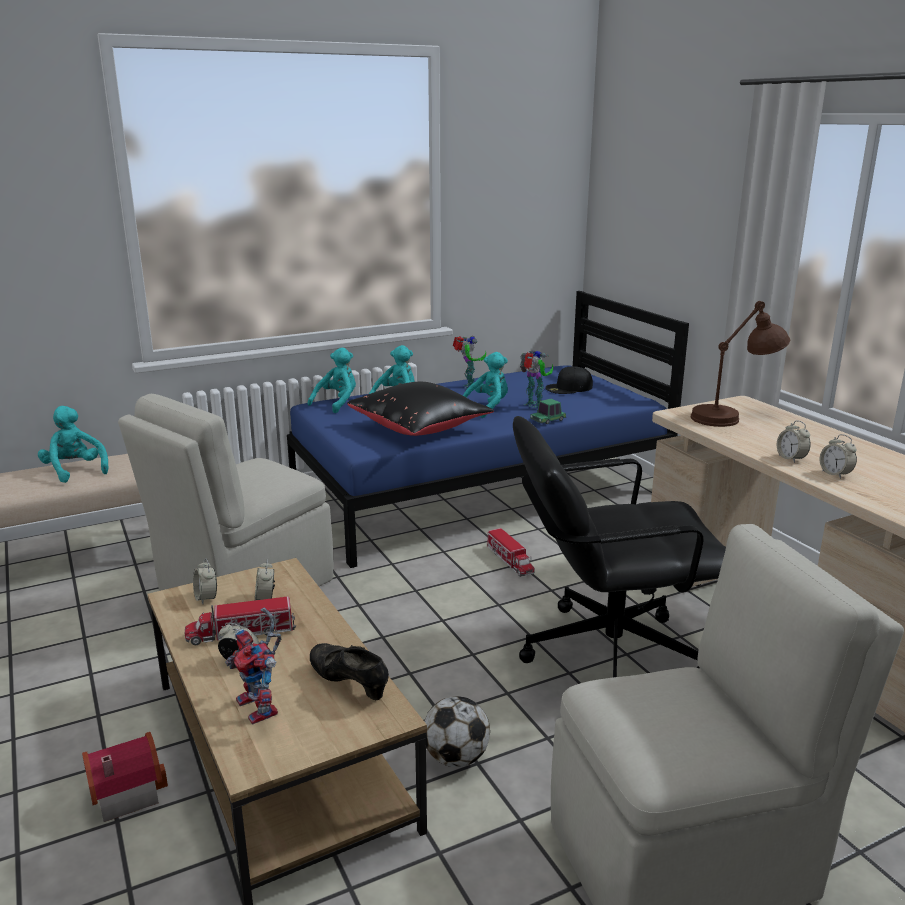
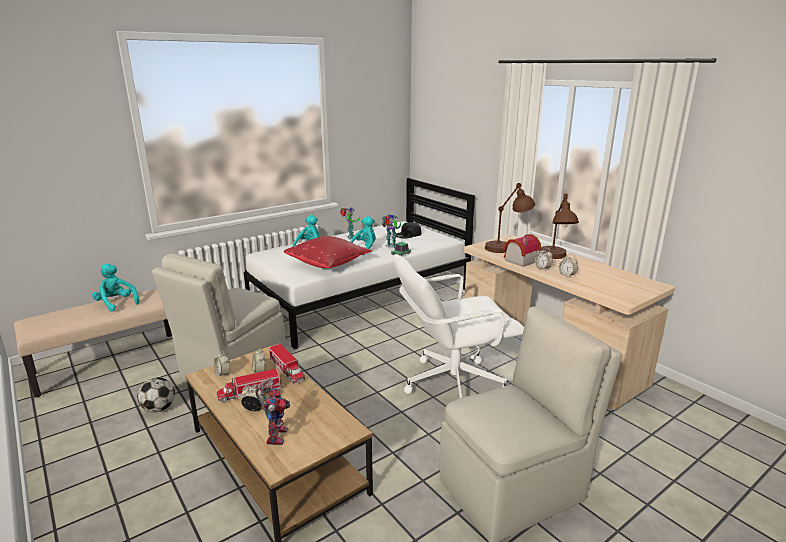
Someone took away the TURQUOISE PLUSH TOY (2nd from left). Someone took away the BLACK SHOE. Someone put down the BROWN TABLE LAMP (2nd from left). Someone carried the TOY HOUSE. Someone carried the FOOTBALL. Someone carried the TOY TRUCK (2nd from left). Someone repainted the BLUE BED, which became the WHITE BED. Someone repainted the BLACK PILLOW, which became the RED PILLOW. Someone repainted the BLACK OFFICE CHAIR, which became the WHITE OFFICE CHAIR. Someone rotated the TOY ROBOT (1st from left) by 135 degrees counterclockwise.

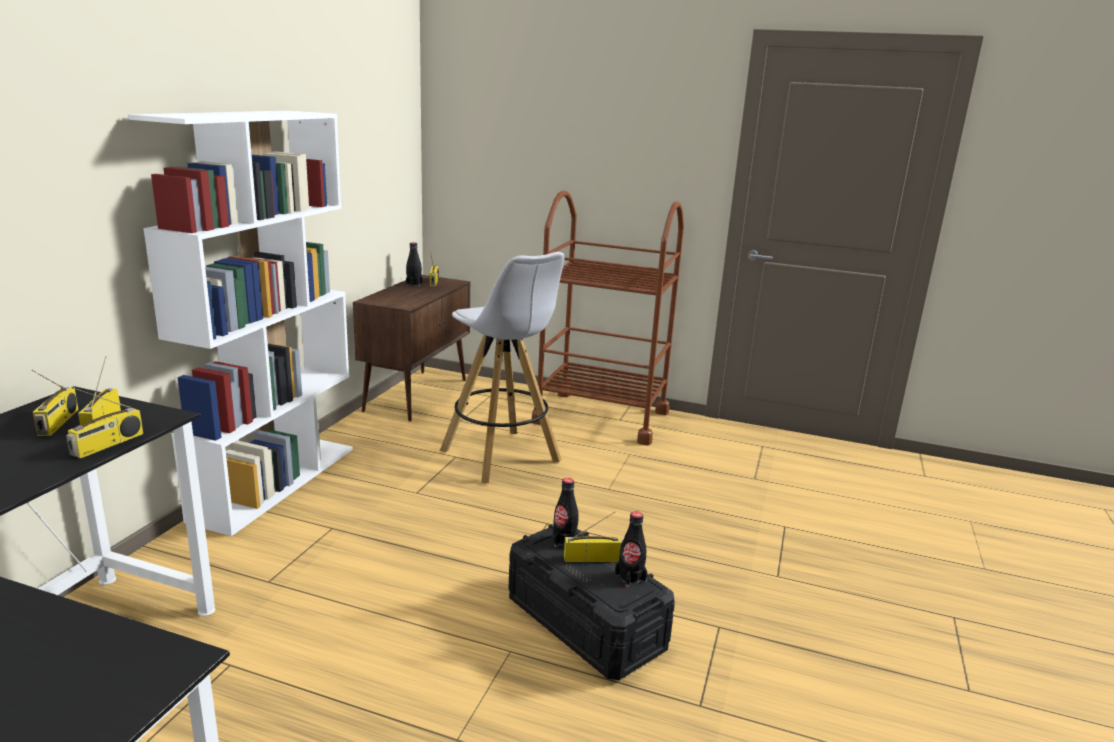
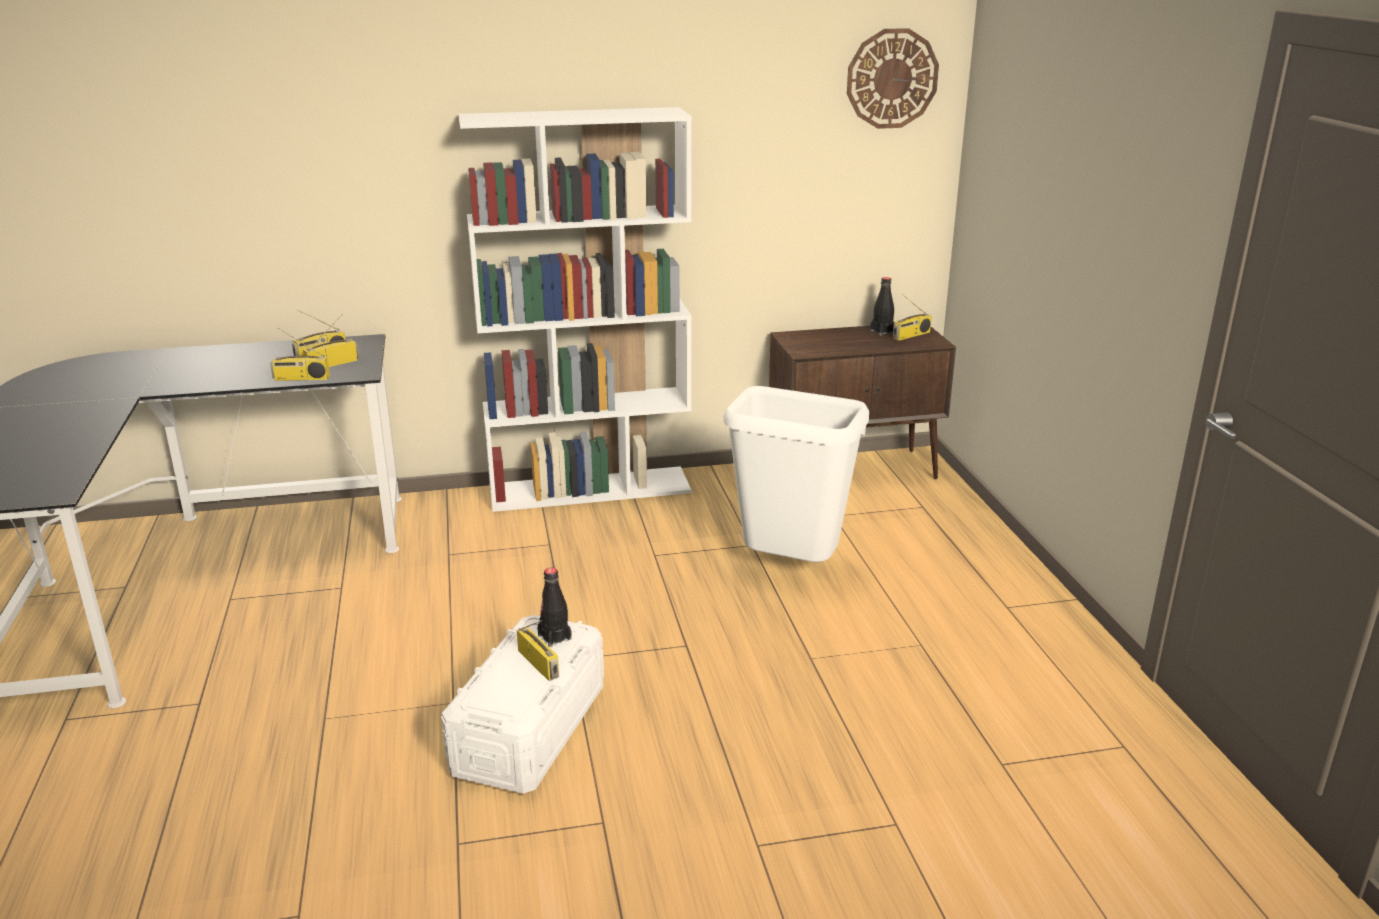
Someone took away the BROWN CART. Someone took away the BLACK BOTTLE (3rd from left). Someone put up the WALL CLOCK. Someone swapped the WHITE STOOL for the WHITE TRASH CAN. Someone repainted the BLACK STORAGE BOX, which became the WHITE STORAGE BOX.

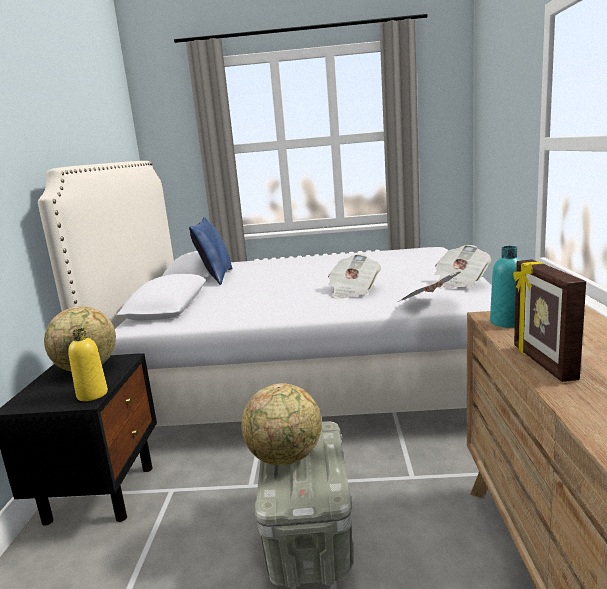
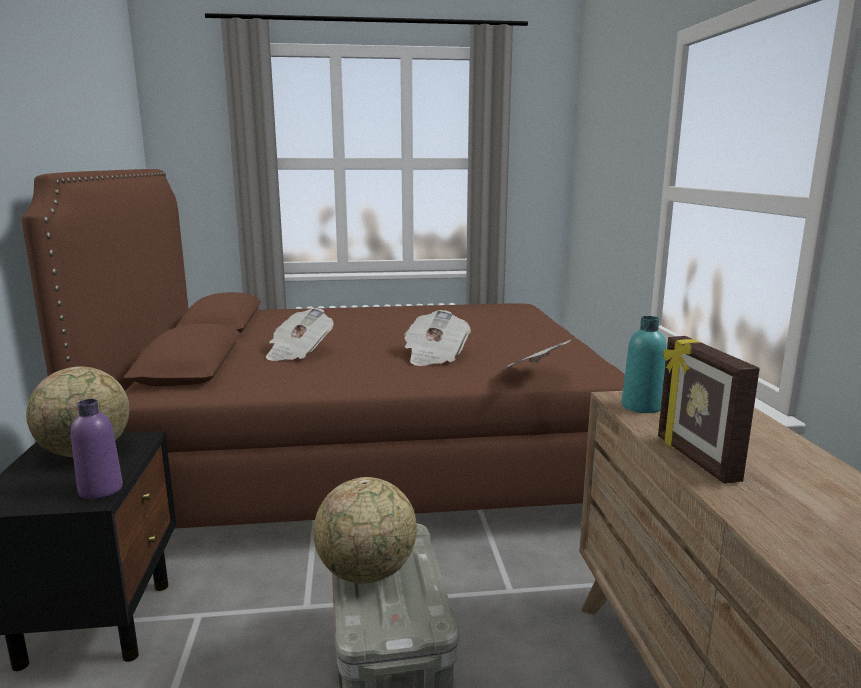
Someone took away the BLUE PILLOW. Someone carried the NEWSPAPER (3rd from left in the first image). Someone repainted the WHITE BED, which became the BROWN BED. Someone repainted the YELLOW BOTTLE, which became the PURPLE BOTTLE.

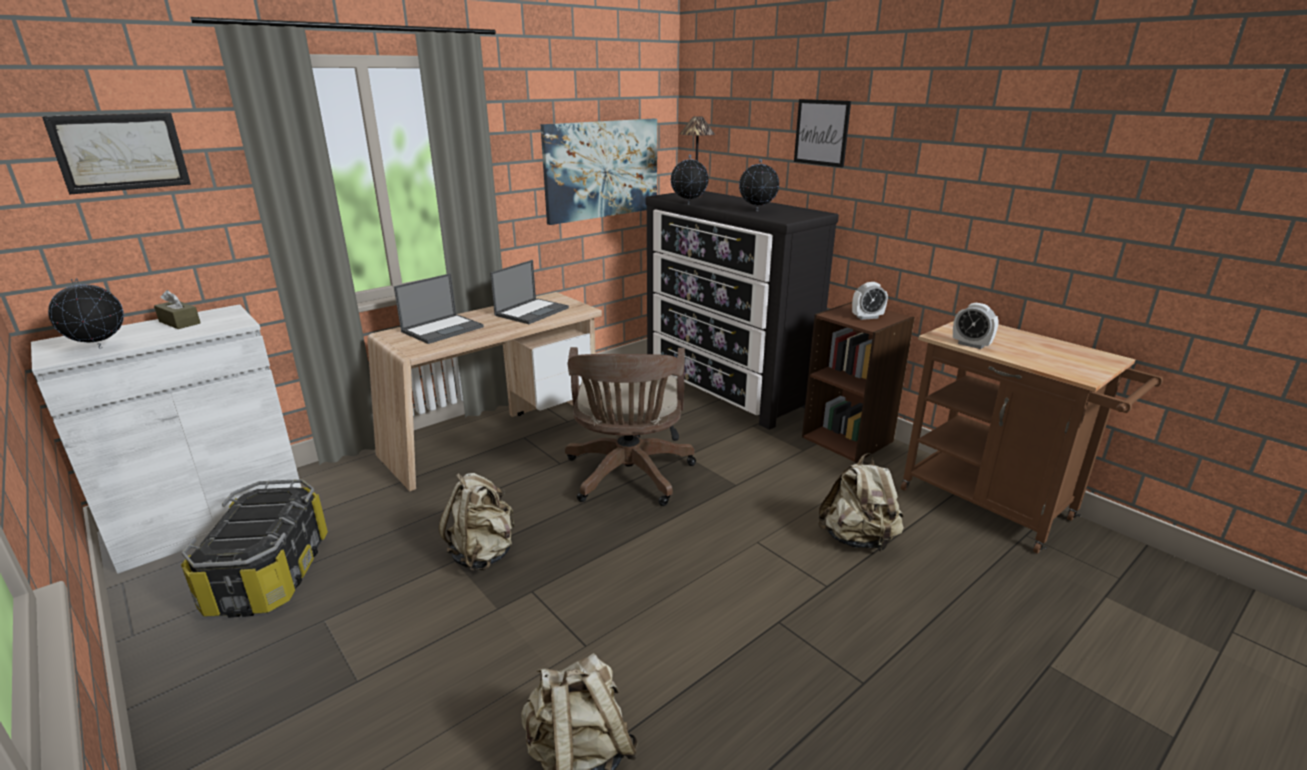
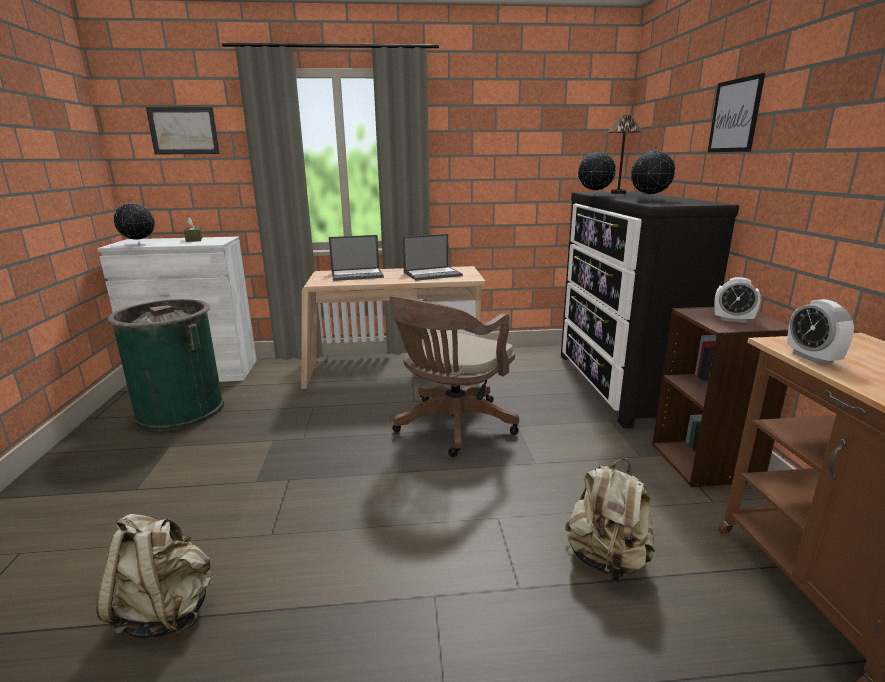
Someone took away the BEIGE BACKPACK (1st from left). Someone took away the PICTURE (2nd from left). Someone swapped the STORAGE BOX for the GREEN TRASH CAN.

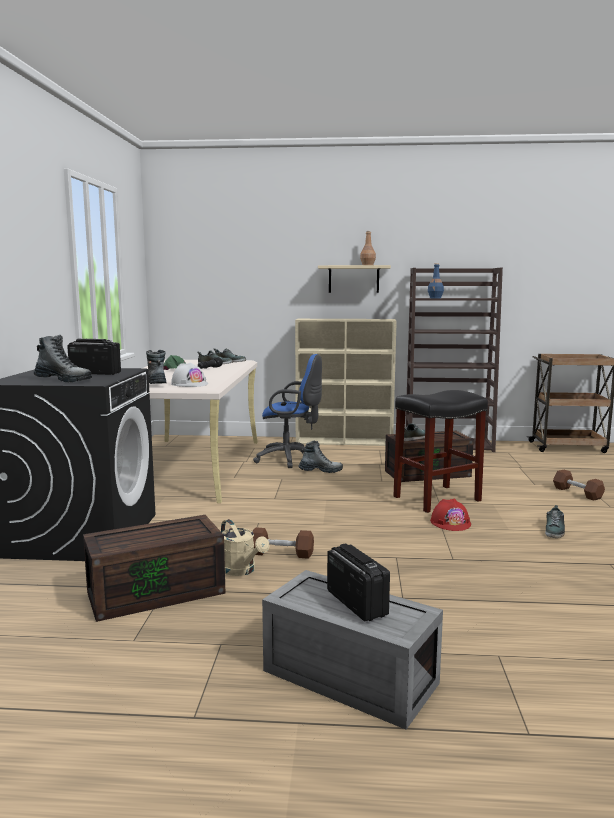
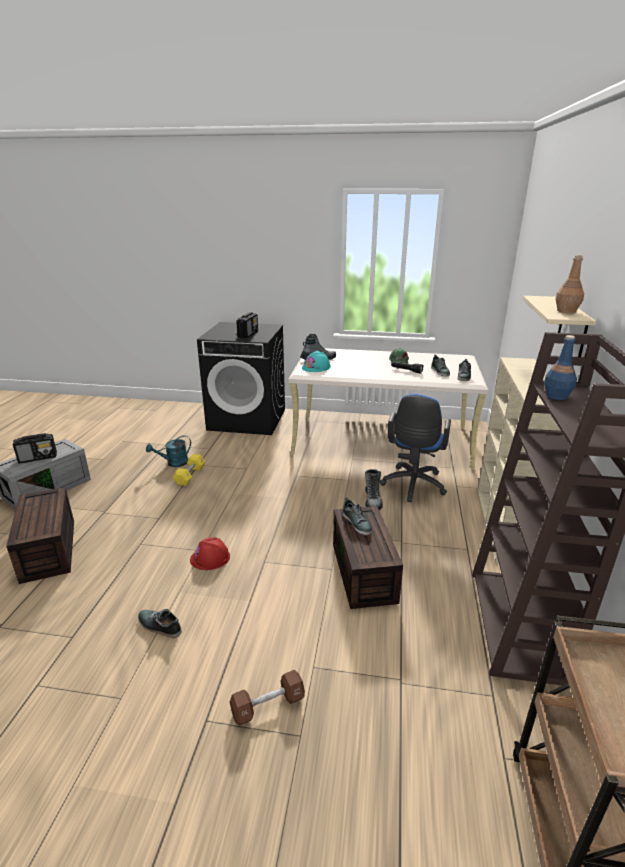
Someone took away the BOOT (1st from left). Someone took away the BLACK STOOL. Someone carried the BROWN STORAGE BOX (1st from left). Someone repainted the WHITE HARD HAT, which became the TURQUOISE HARD HAT. Someone repainted the BEIGE WATERING CAN, which became the TURQUOISE WATERING CAN. Someone repainted the BROWN DUMBBELL (1st from left), which became the YELLOW DUMBBELL.

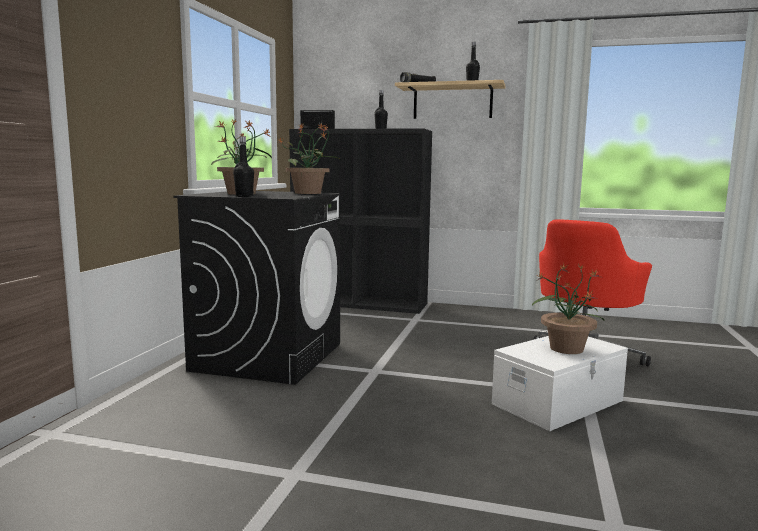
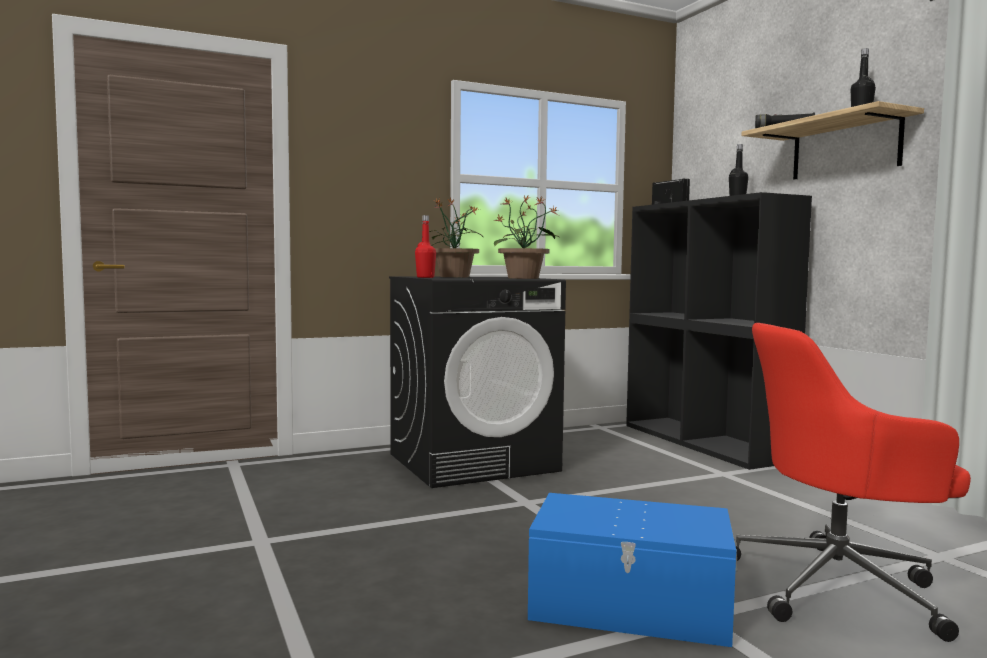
Someone took away the POTTED PLANT (3rd from left). Someone repainted the BLACK BOTTLE (1st from left), which became the RED BOTTLE. Someone repainted the WHITE STORAGE BOX, which became the BLUE STORAGE BOX.

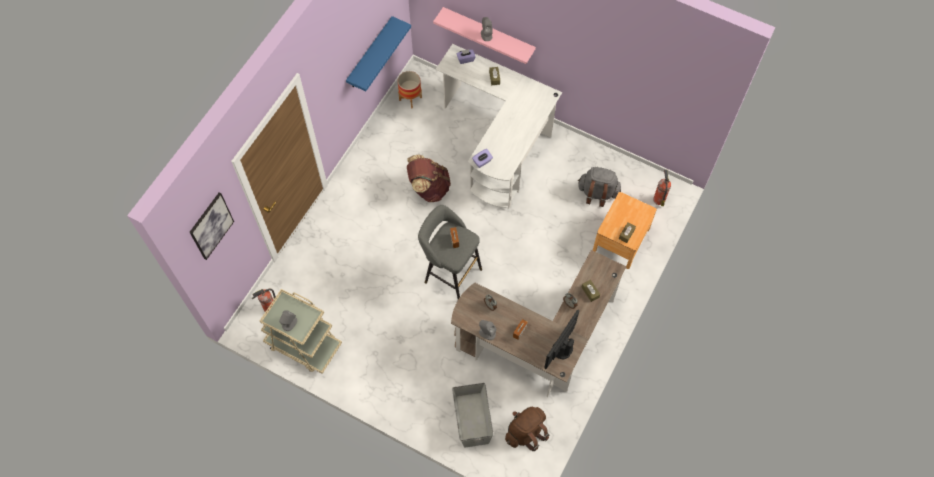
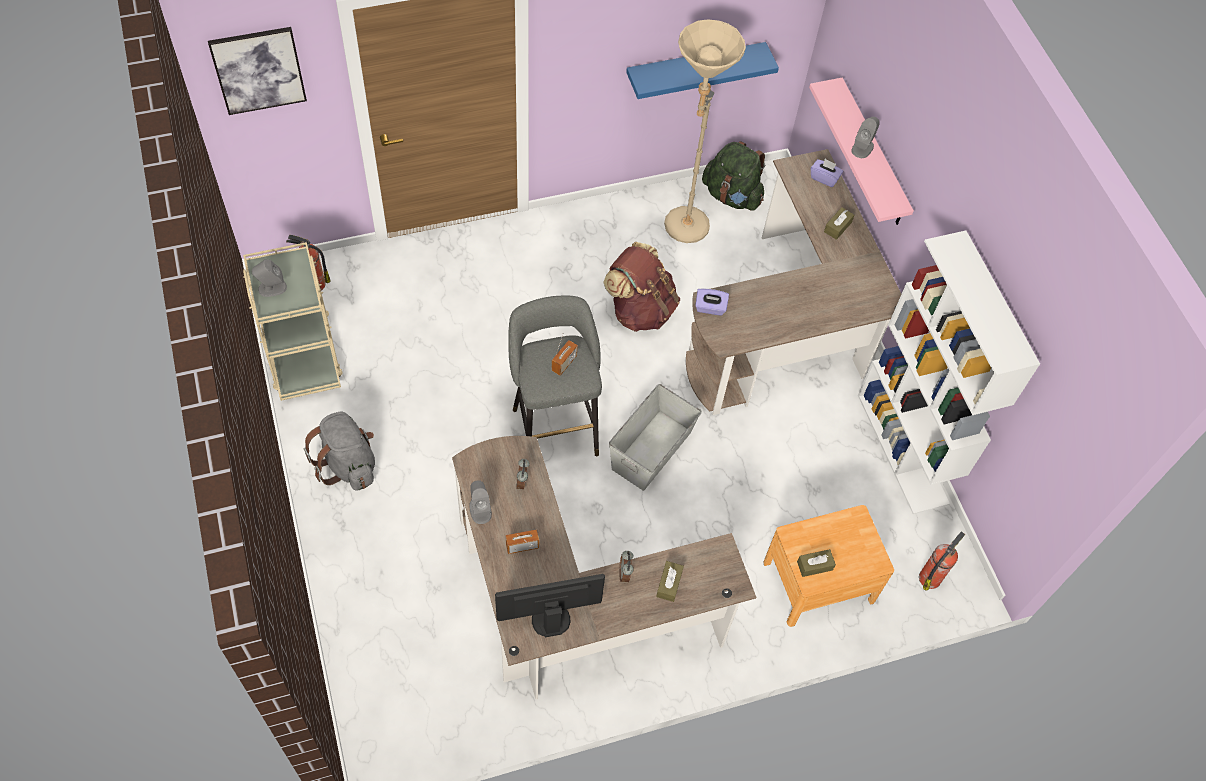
Someone took away the BROWN BACKPACK (2nd from left). Someone put down the BEIGE FLOOR LAMP. Someone put down the WHITE BOOKCASE. Someone carried the GREY STORAGE BOX. Someone carried the GREY BACKPACK. Someone swapped the PLANTER for the GREEN BACKPACK. Someone repainted the WHITE DESK, which became the BROWN DESK (2nd from left).

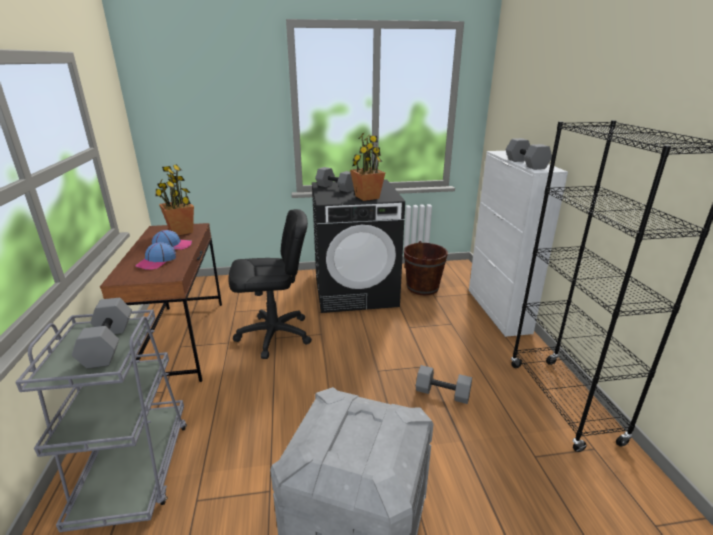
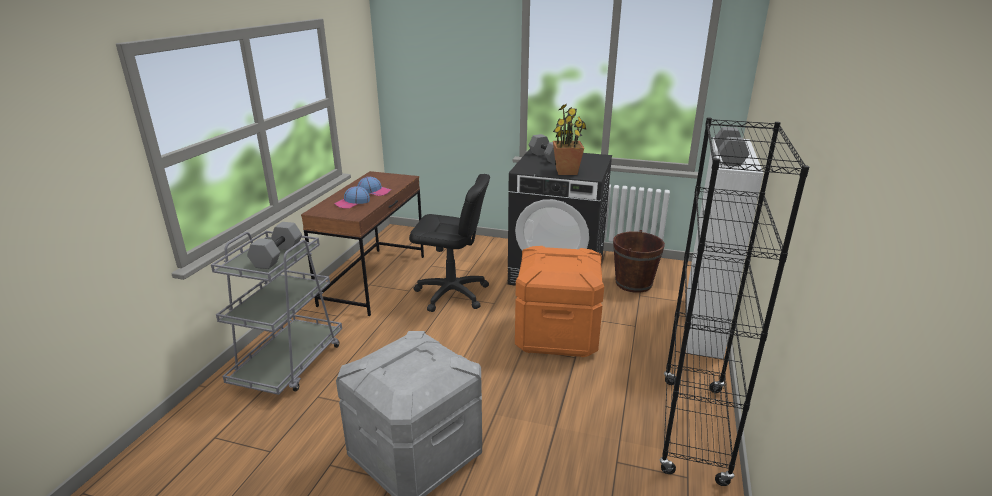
Someone took away the POTTED PLANT (1st from left). Someone took away the GREY DUMBBELL (3rd from left). Someone put down the ORANGE STORAGE BOX.

